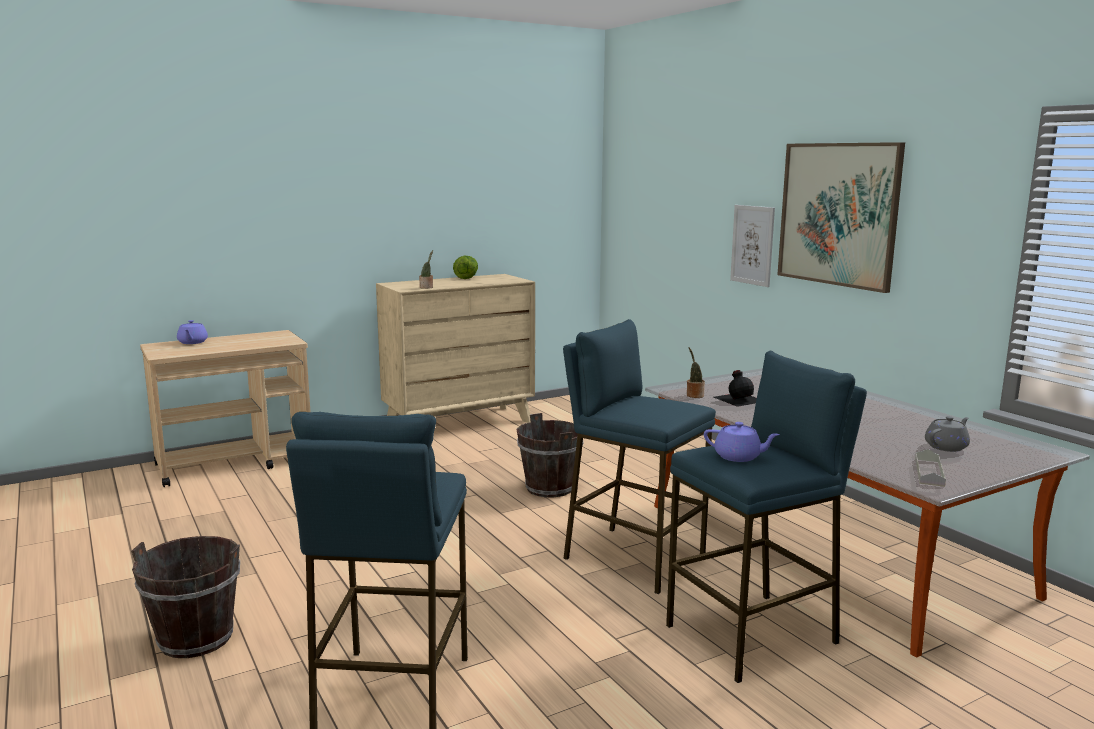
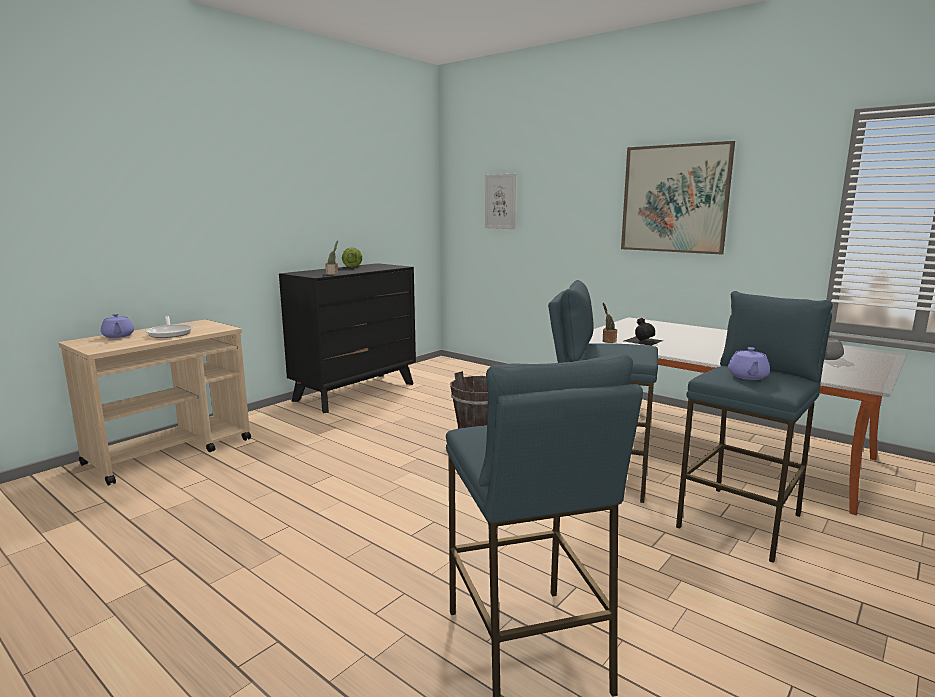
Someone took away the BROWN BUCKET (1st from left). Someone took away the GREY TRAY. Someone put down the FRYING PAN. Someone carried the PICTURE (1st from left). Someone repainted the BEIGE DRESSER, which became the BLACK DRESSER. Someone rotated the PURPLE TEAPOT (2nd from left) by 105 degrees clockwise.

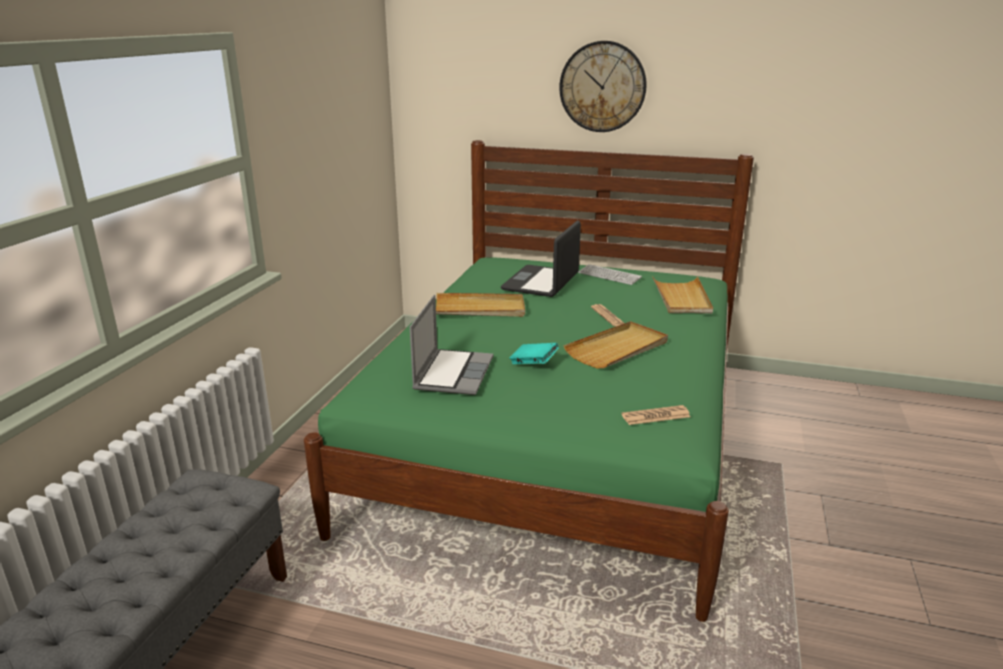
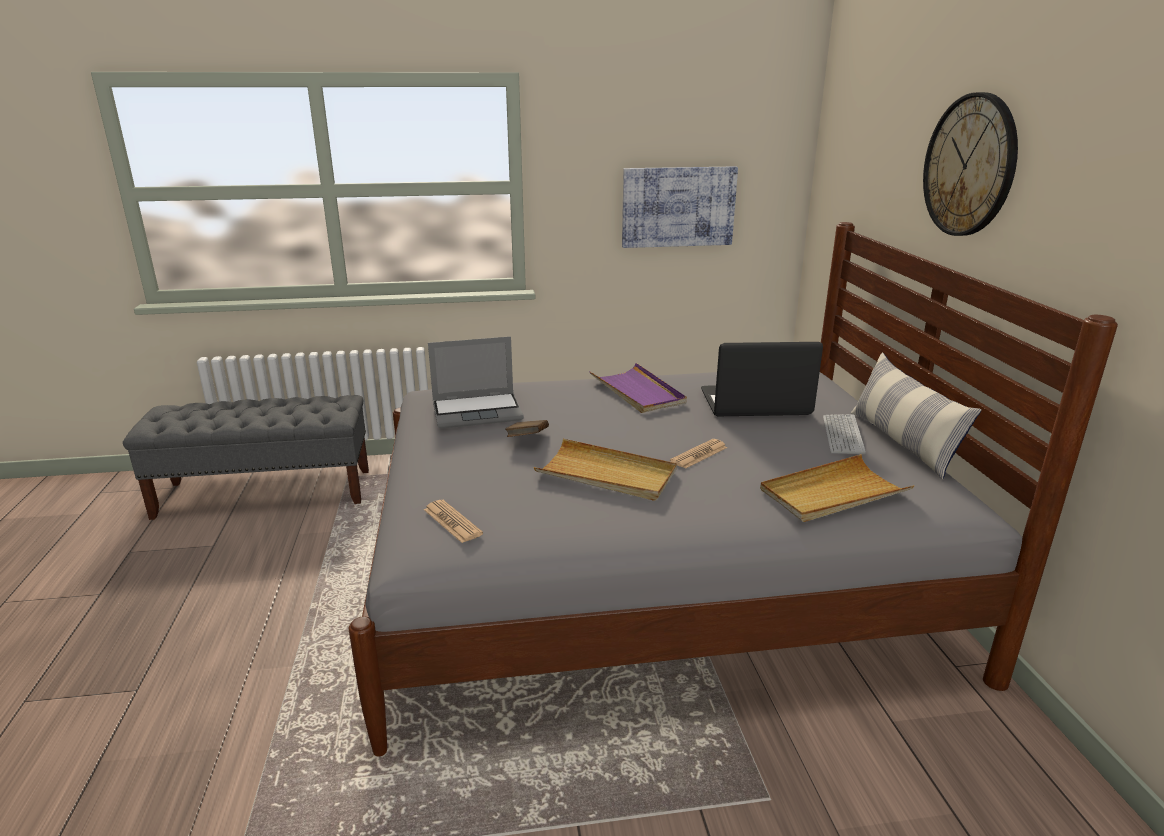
Someone put up the PICTURE. Someone put down the PILLOW. Someone repainted the GREEN BED, which became the GREY BED. Someone repainted the BEIGE TRAY (1st from left), which became the PURPLE TRAY. Someone repainted the TURQUOISE BOOK, which became the BROWN BOOK.

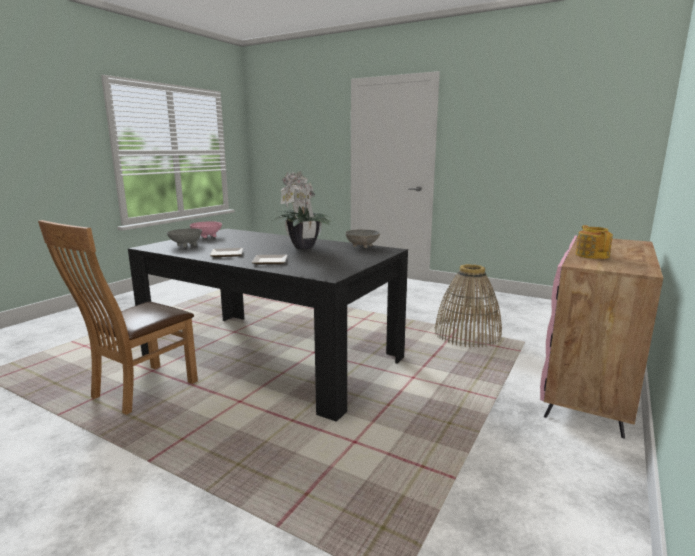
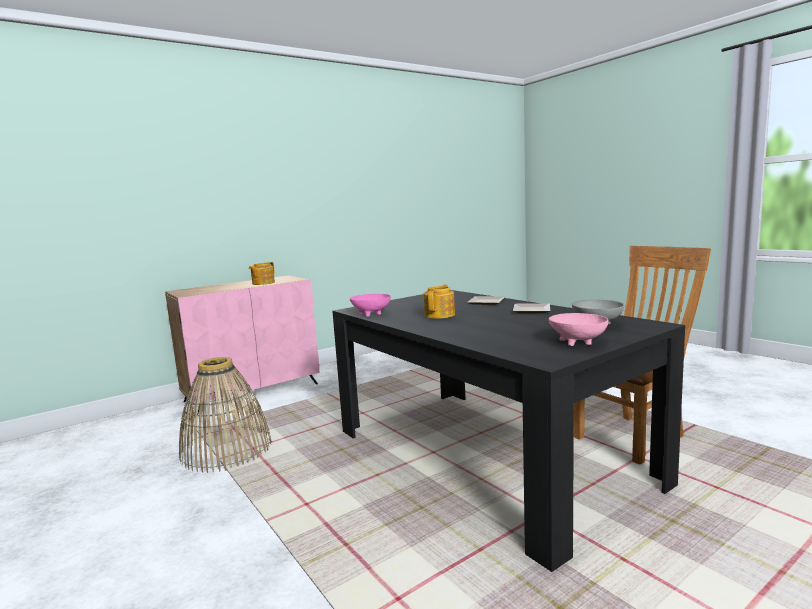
Someone swapped the POTTED PLANT for the TEAPOT (2nd from left). Someone repainted the GREY BOWL (2nd from left), which became the PINK BOWL (1st from left).

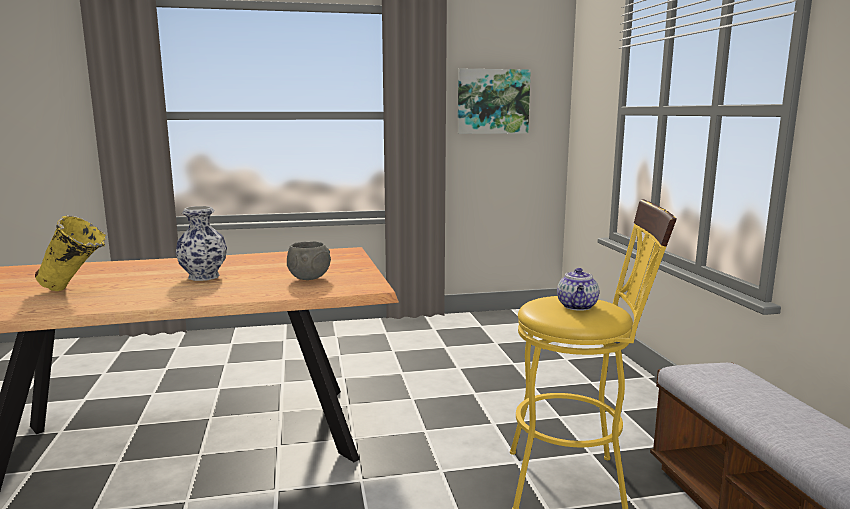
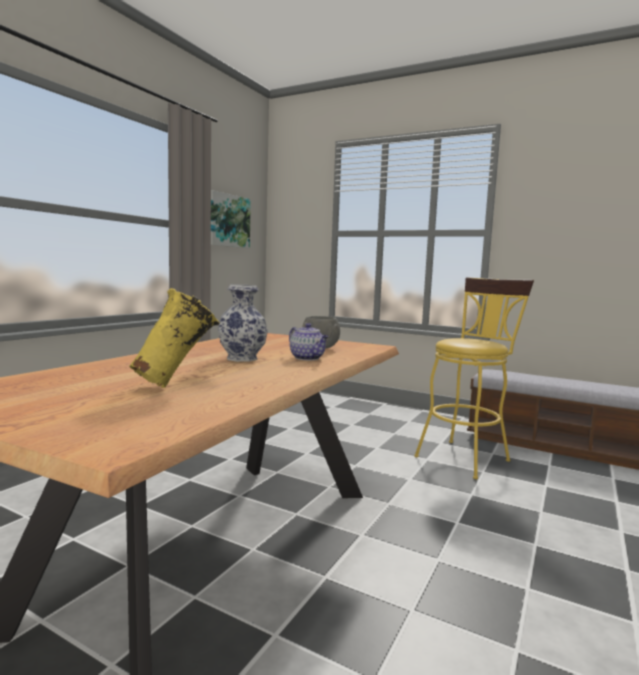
Someone carried the TEAPOT.

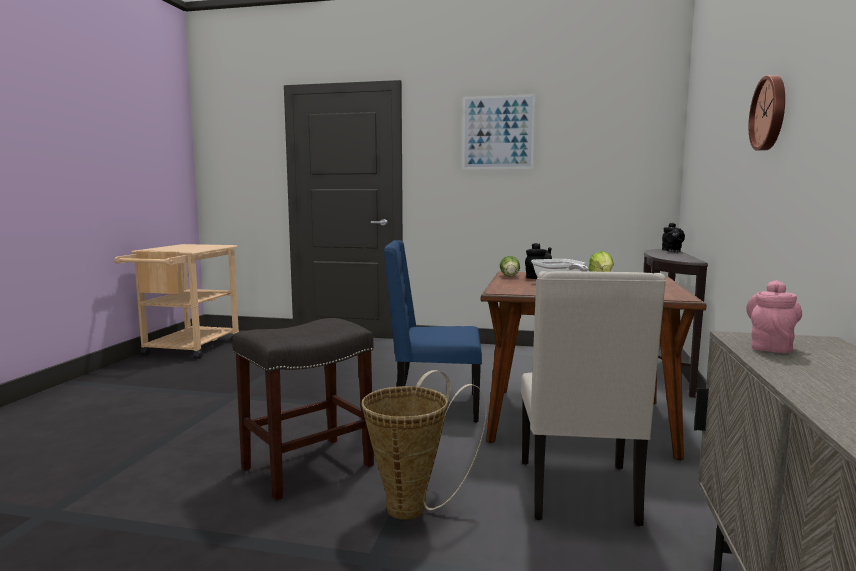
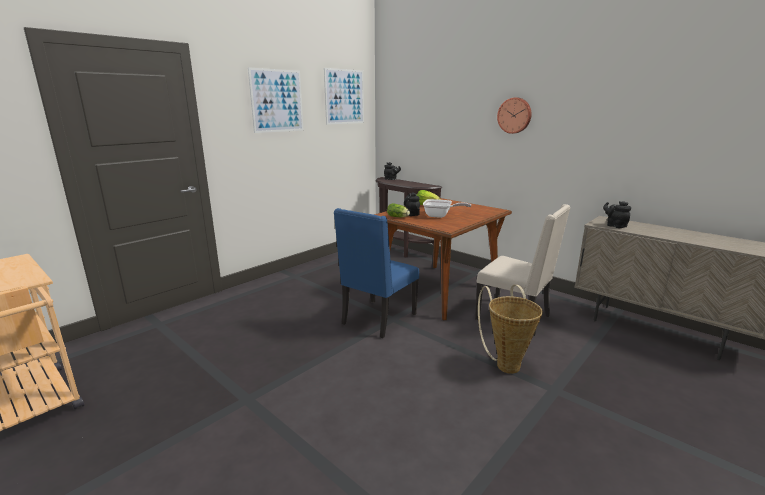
Someone took away the GREY STOOL. Someone put up the PICTURE (2nd from left). Someone repainted the PINK TEAPOT, which became the BLACK TEAPOT (3rd from left).

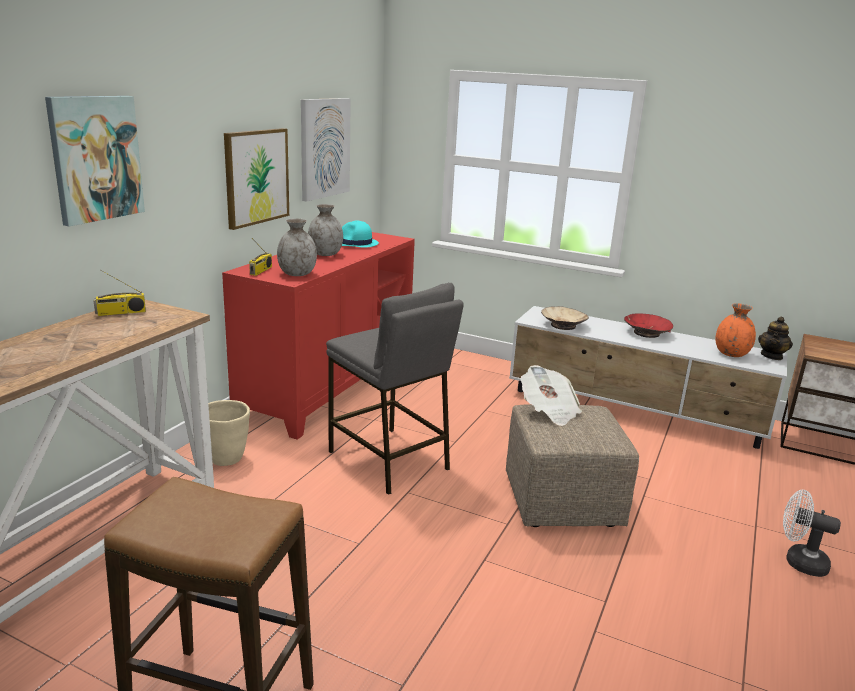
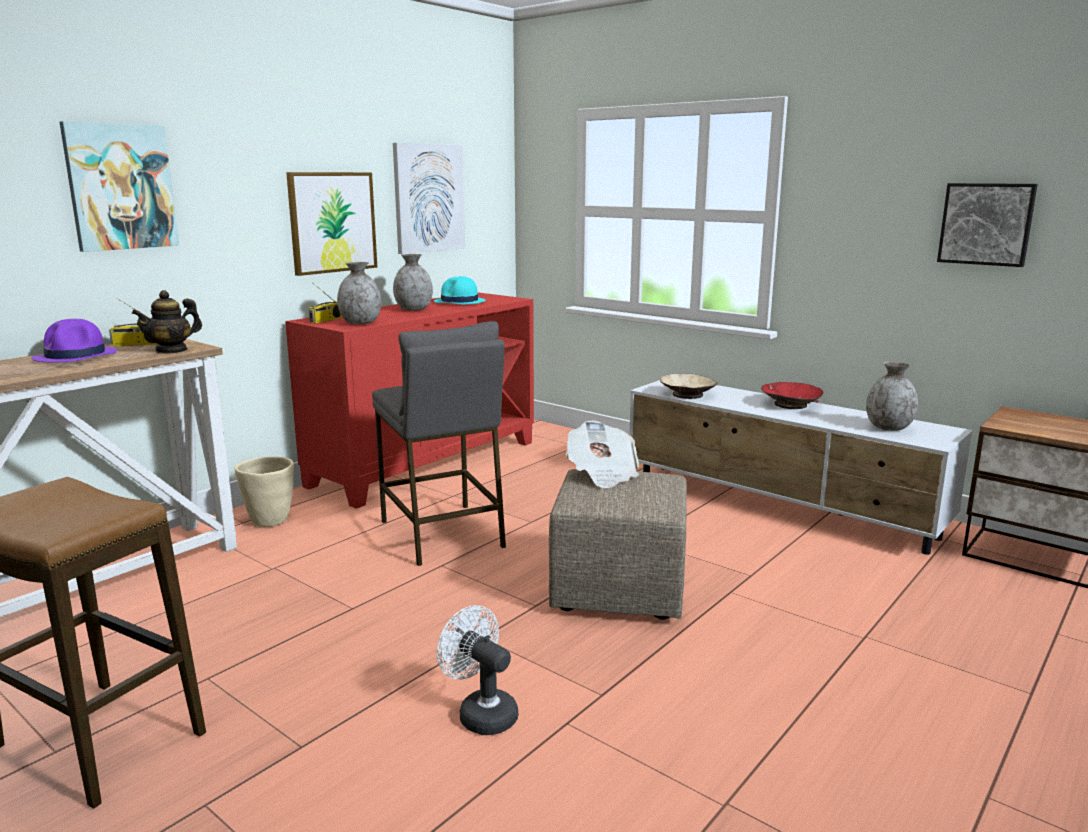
Someone put down the PURPLE HAT. Someone put up the PICTURE (4th from left). Someone carried the TEAPOT. Someone carried the WHITE FAN. Someone repainted the ORANGE VASE, which became the GREY VASE (3rd from left).

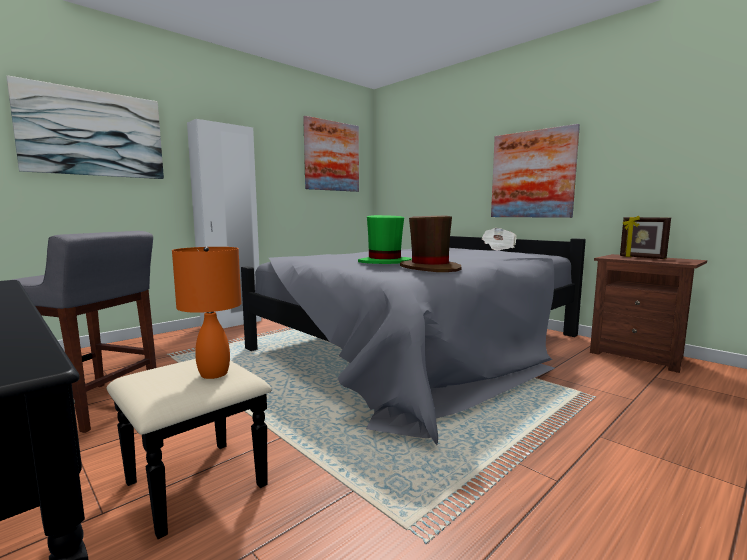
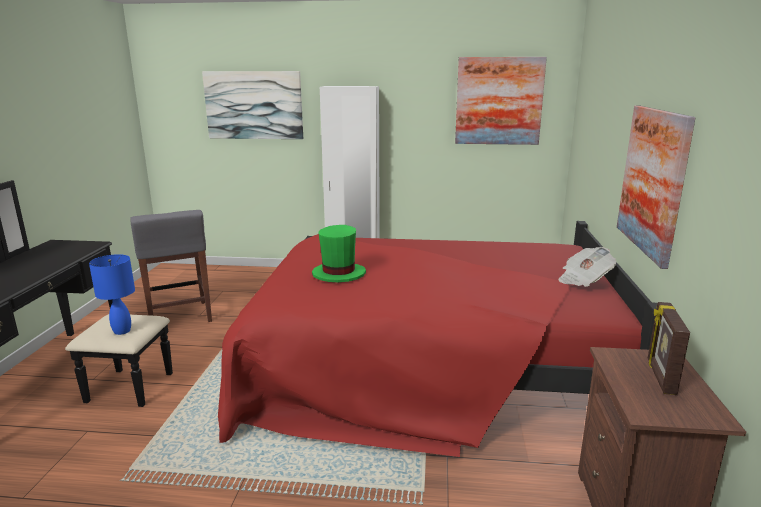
Someone took away the BROWN HAT. Someone repainted the ORANGE TABLE LAMP, which became the BLUE TABLE LAMP. Someone repainted the GREY BED, which became the RED BED.

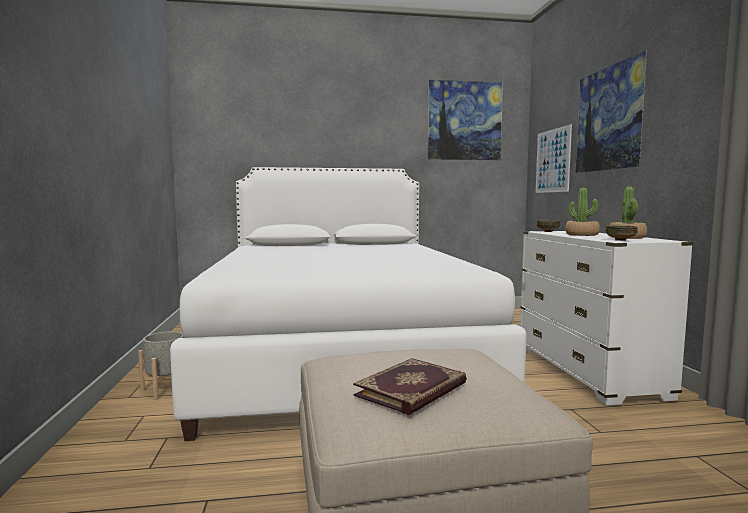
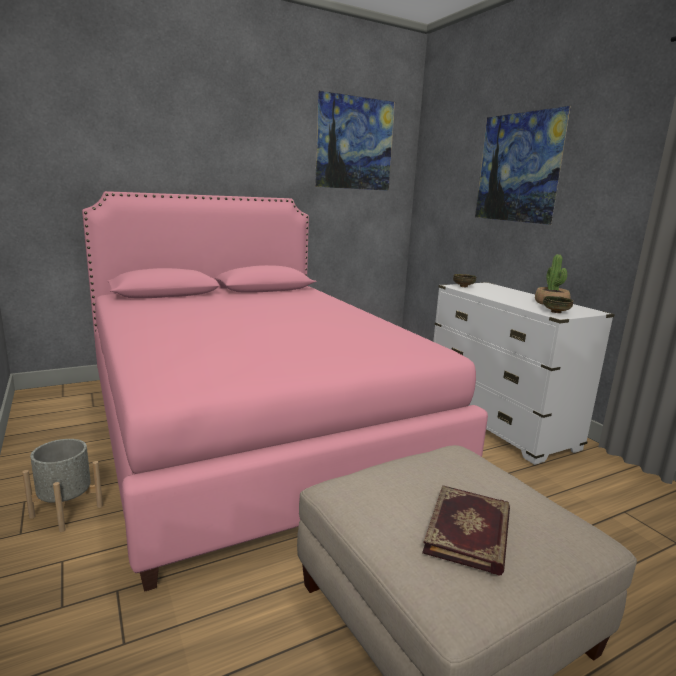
Someone took away the PICTURE (2nd from left). Someone took away the POTTED PLANT (1st from left). Someone repainted the WHITE BED, which became the PINK BED.

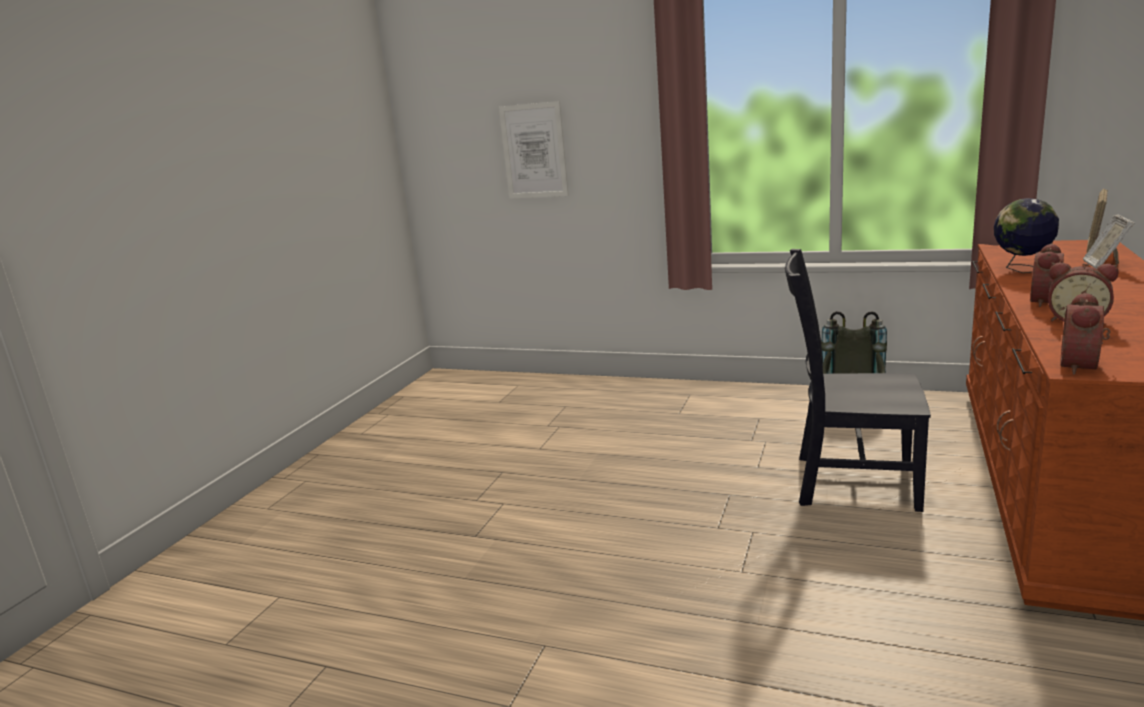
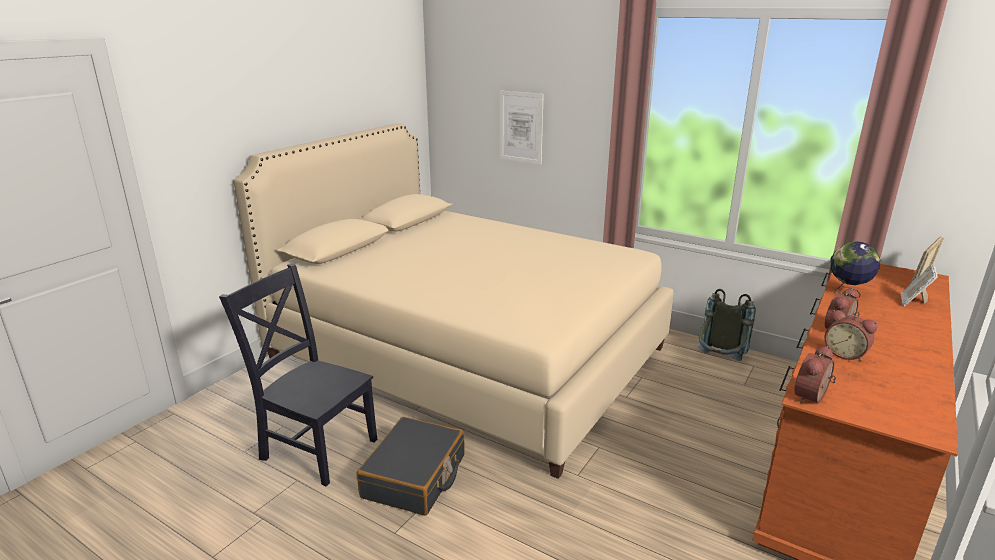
Someone put down the BEIGE BED. Someone put down the BLACK SUITCASE. Someone carried the BLACK CHAIR.

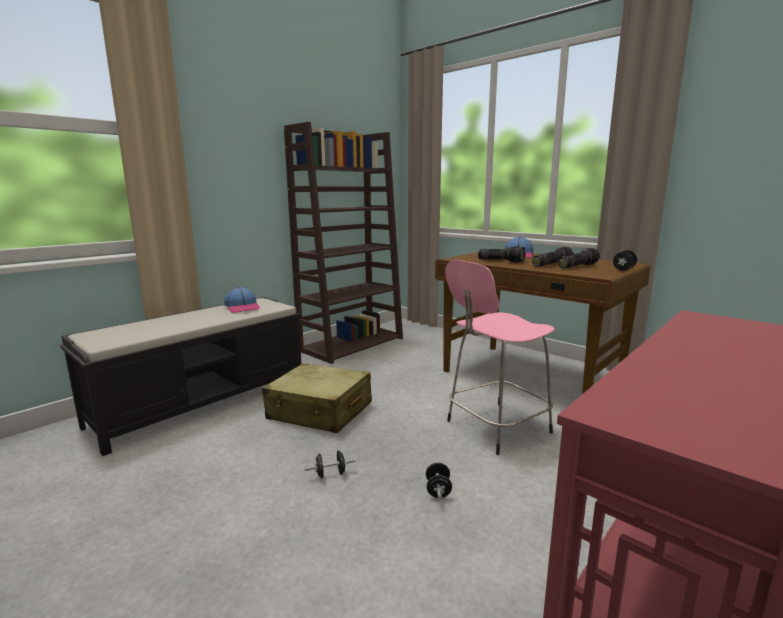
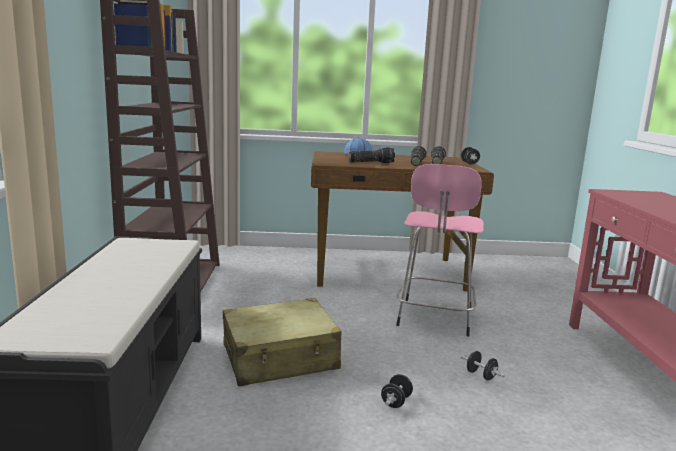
Someone took away the CAP (1st from left).

